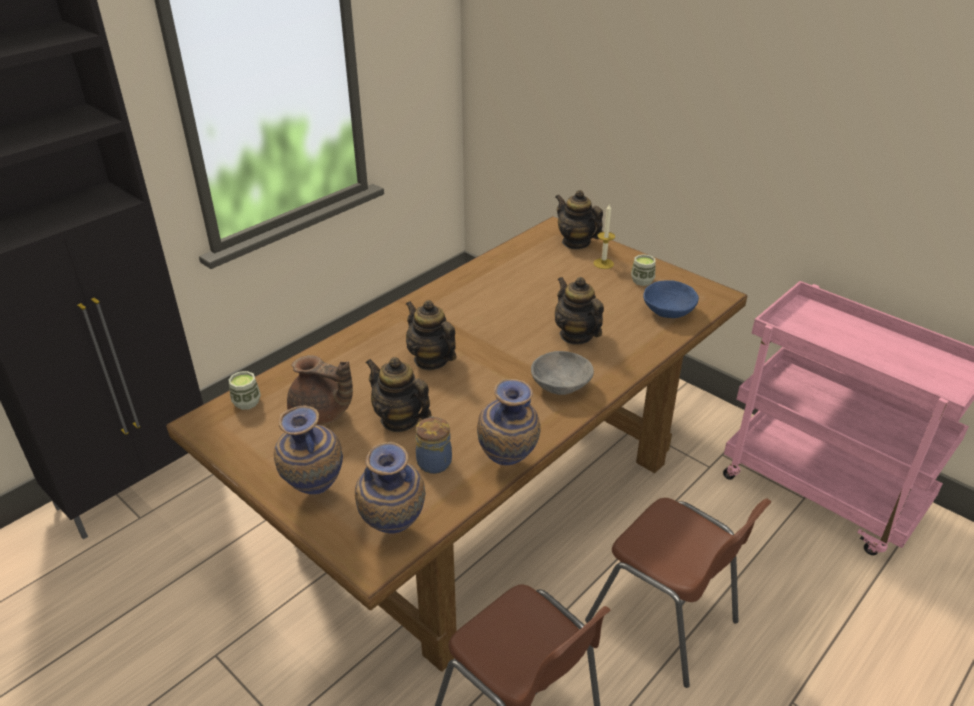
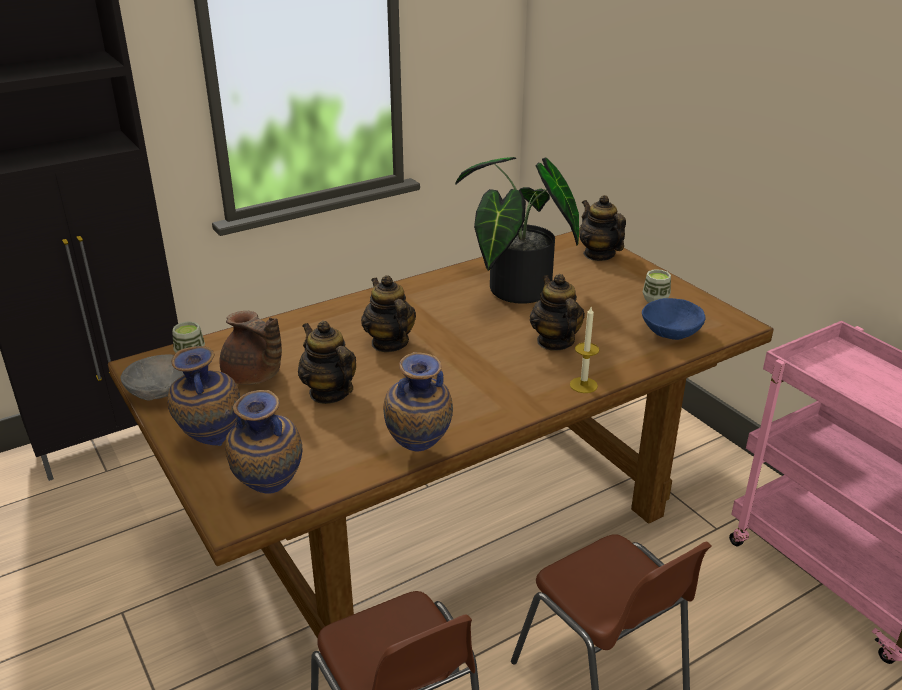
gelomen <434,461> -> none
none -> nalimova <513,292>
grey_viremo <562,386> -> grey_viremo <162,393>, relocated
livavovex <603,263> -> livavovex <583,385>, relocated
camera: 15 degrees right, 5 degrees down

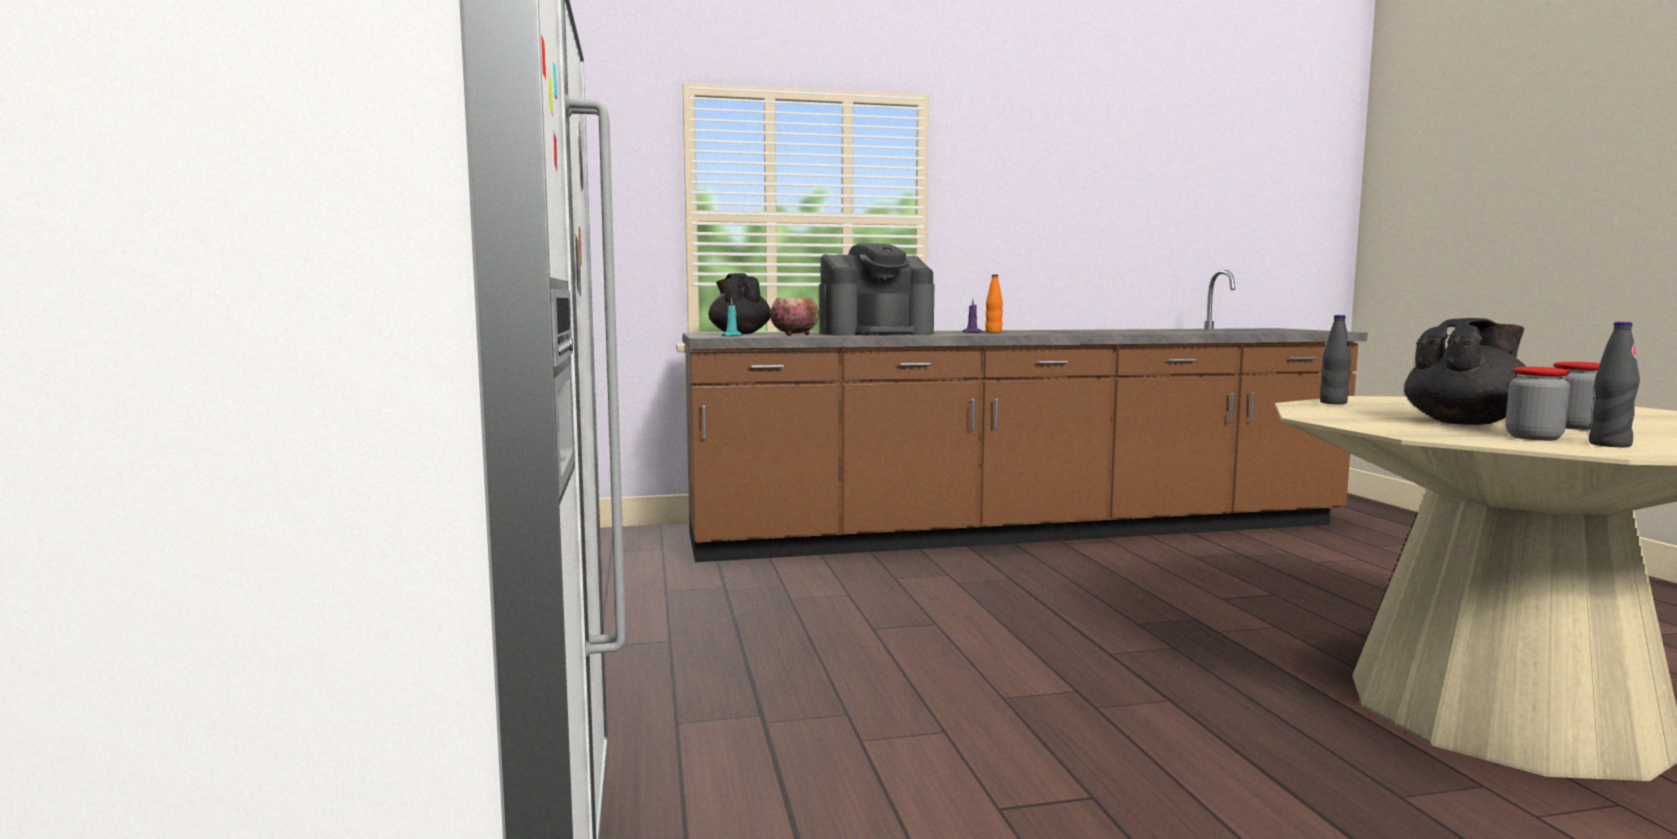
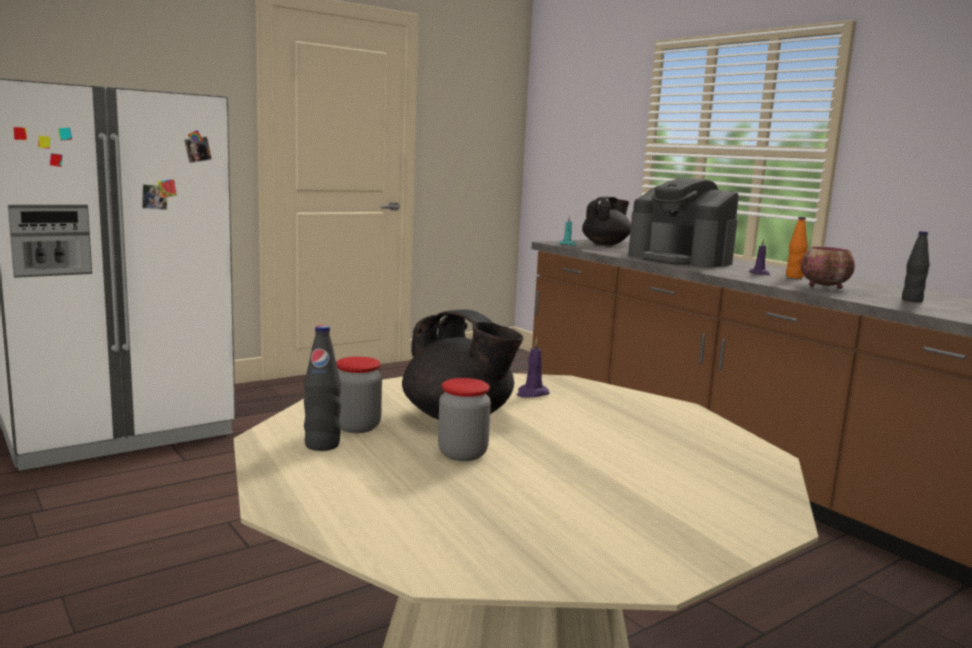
none -> purple_livavovex <531,394>
viremo <795,335> -> viremo <825,287>, relocated
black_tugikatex <1333,403> -> black_tugikatex <912,300>, relocated
camera: 65 degrees right, 5 degrees up

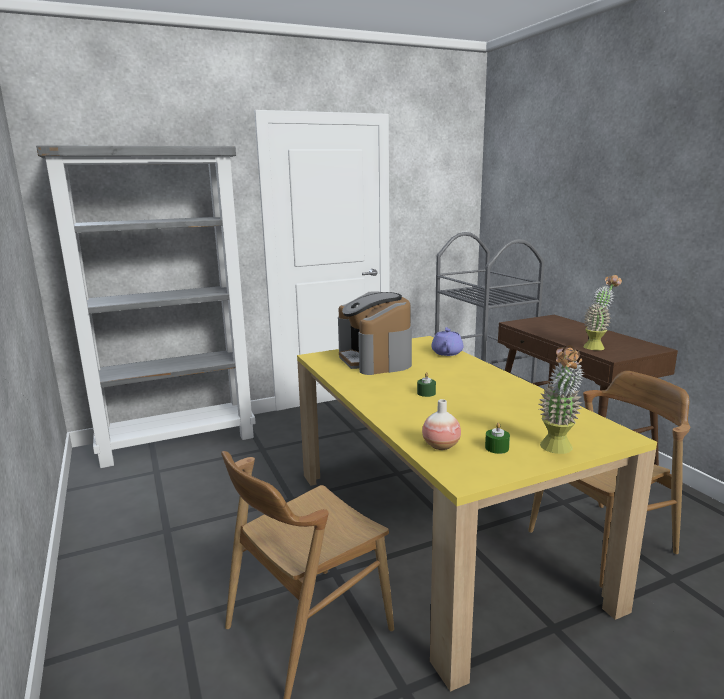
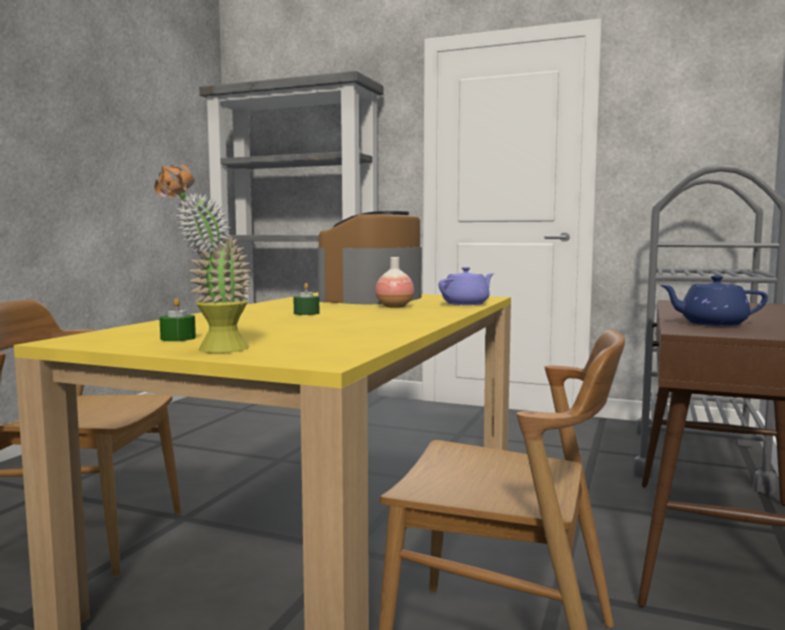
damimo <441,446> -> damimo <394,307>, relocated
nalimova <597,346> -> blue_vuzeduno <711,324>
camera: 45 degrees right, 10 degrees down

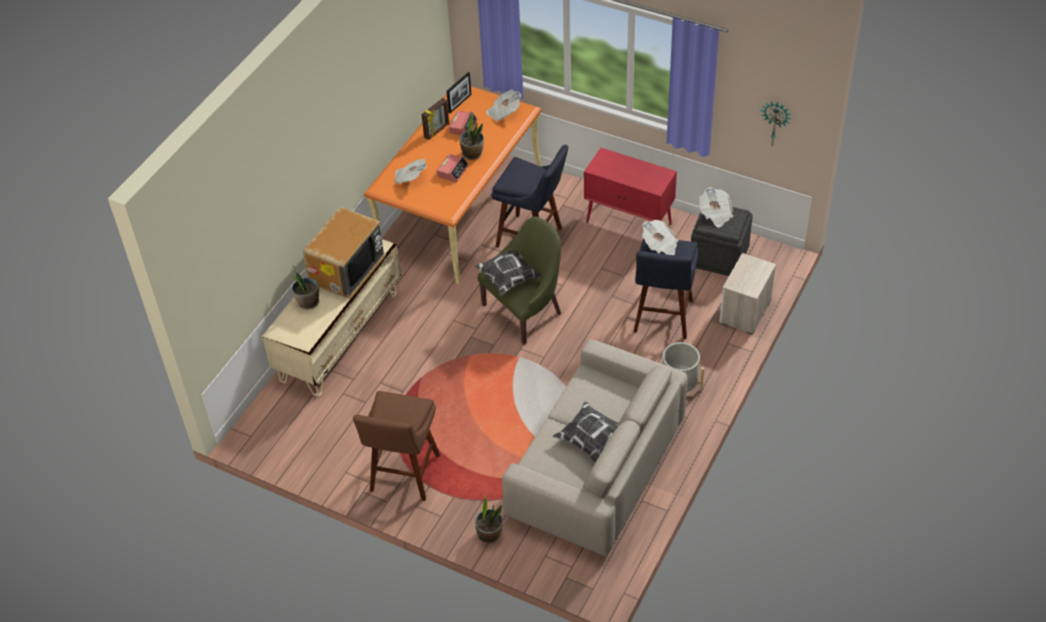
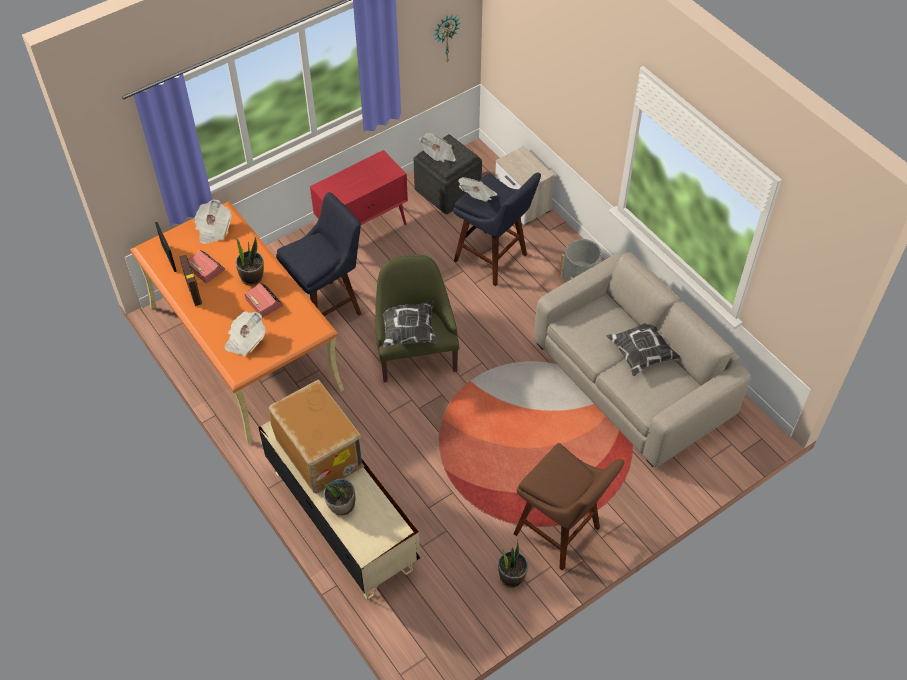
nalimova <489,534> -> nalimova <511,576>, relocated
camera: 65 degrees left, 5 degrees up

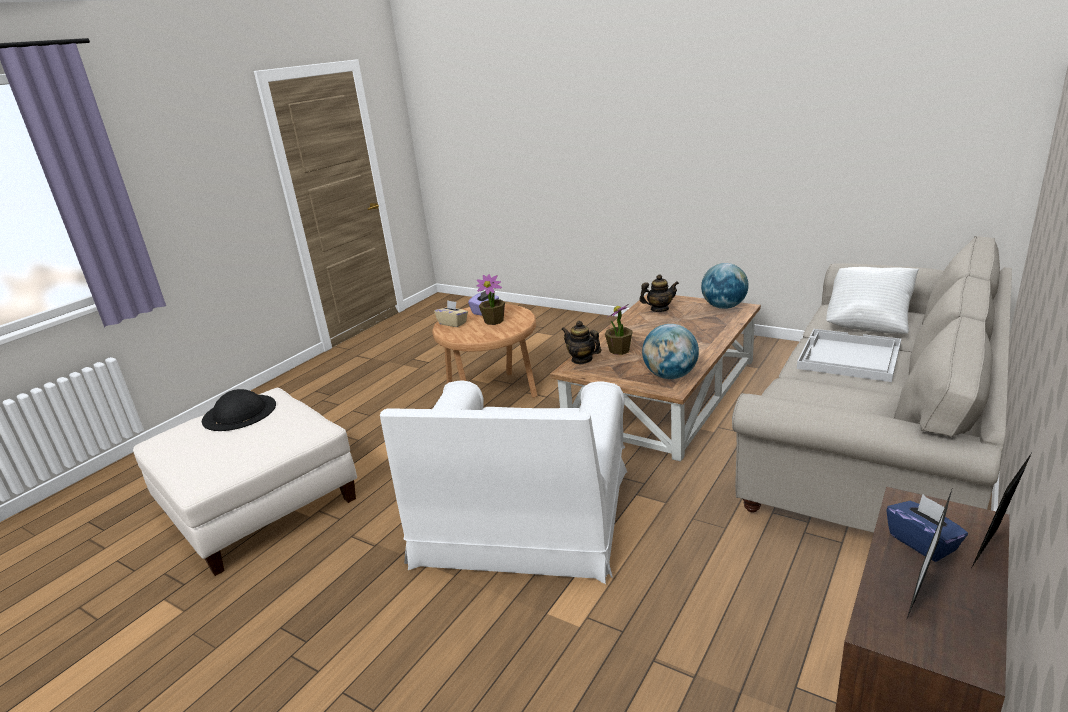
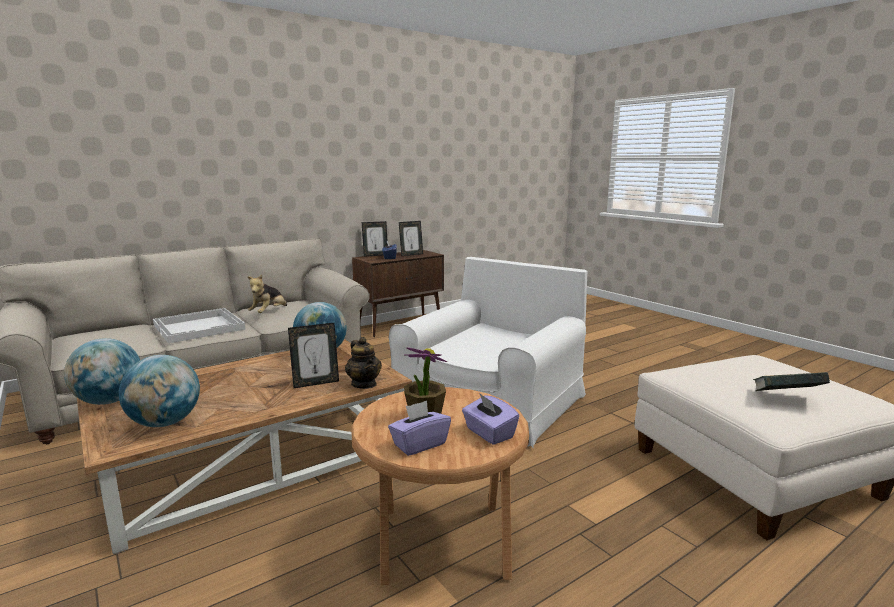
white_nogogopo <868,323> -> none
none -> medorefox <269,313>
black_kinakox <239,412> -> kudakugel <786,398>
nalimova <619,350> -> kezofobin <316,383>
vuzeduno <659,309> -> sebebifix <165,423>
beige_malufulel <453,323> -> purple_malufulel <489,433>
camera: 160 degrees left, 10 degrees down

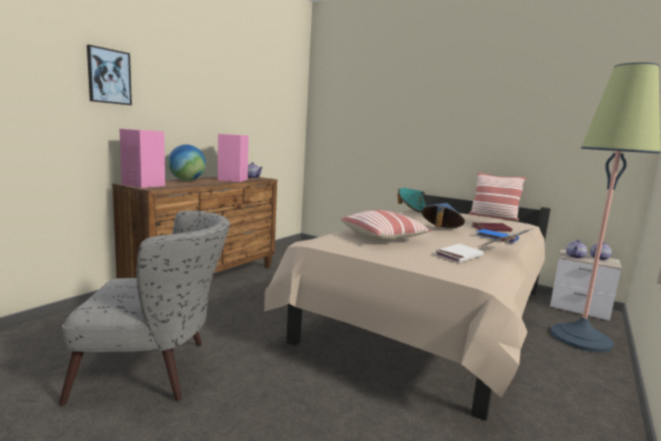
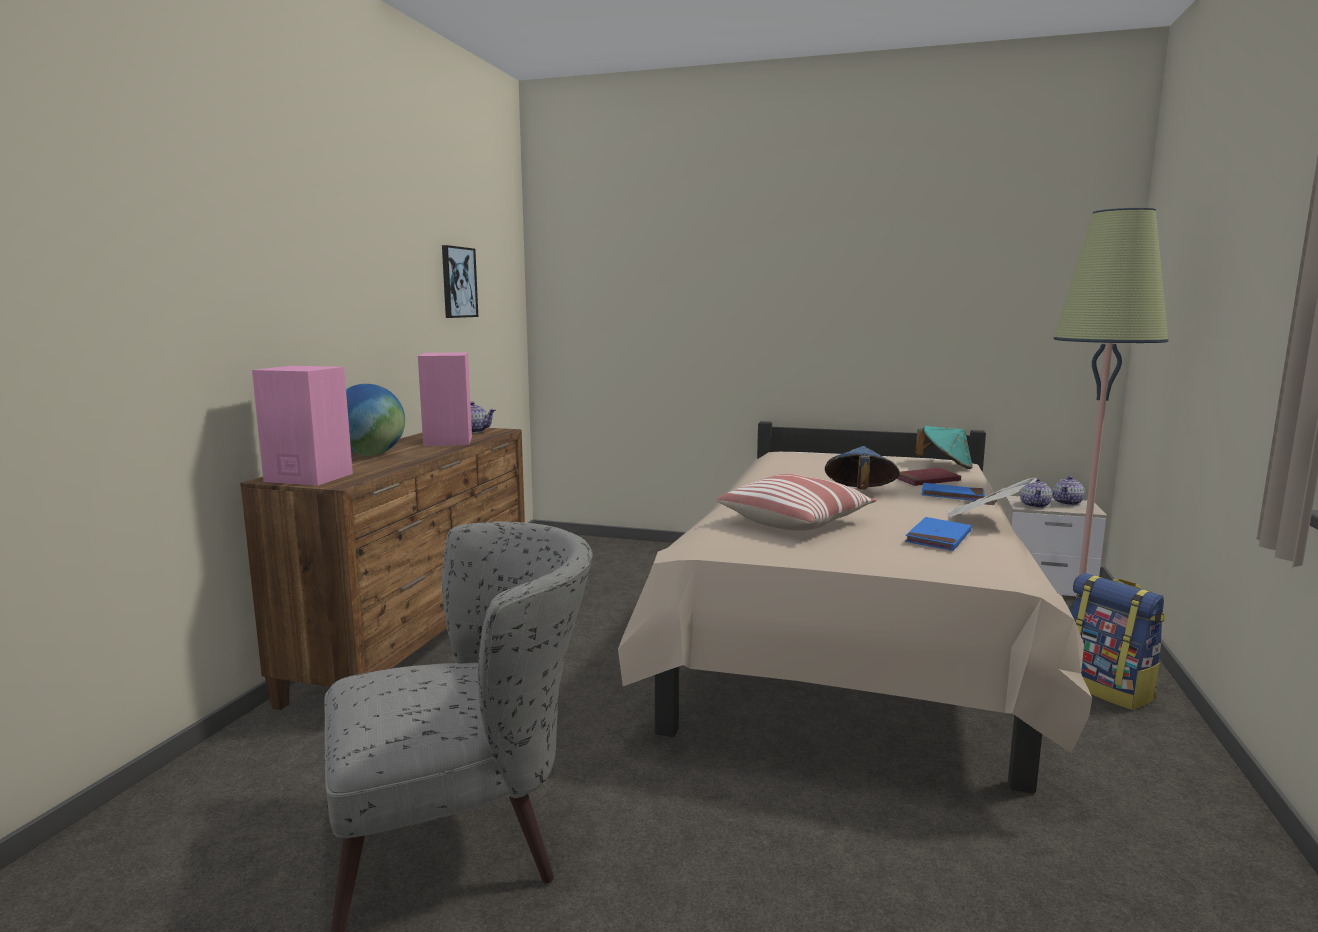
nogogopo <493,217> -> none
none -> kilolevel <1108,690>
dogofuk <109,76> -> dogofuk <458,282>, relocated
turquoise_kinakox <411,210> -> turquoise_kinakox <945,466>, relocated
white_kudakugel <458,255> -> blue_kudakugel <938,538>
camera: 15 degrees left, 0 degrees up

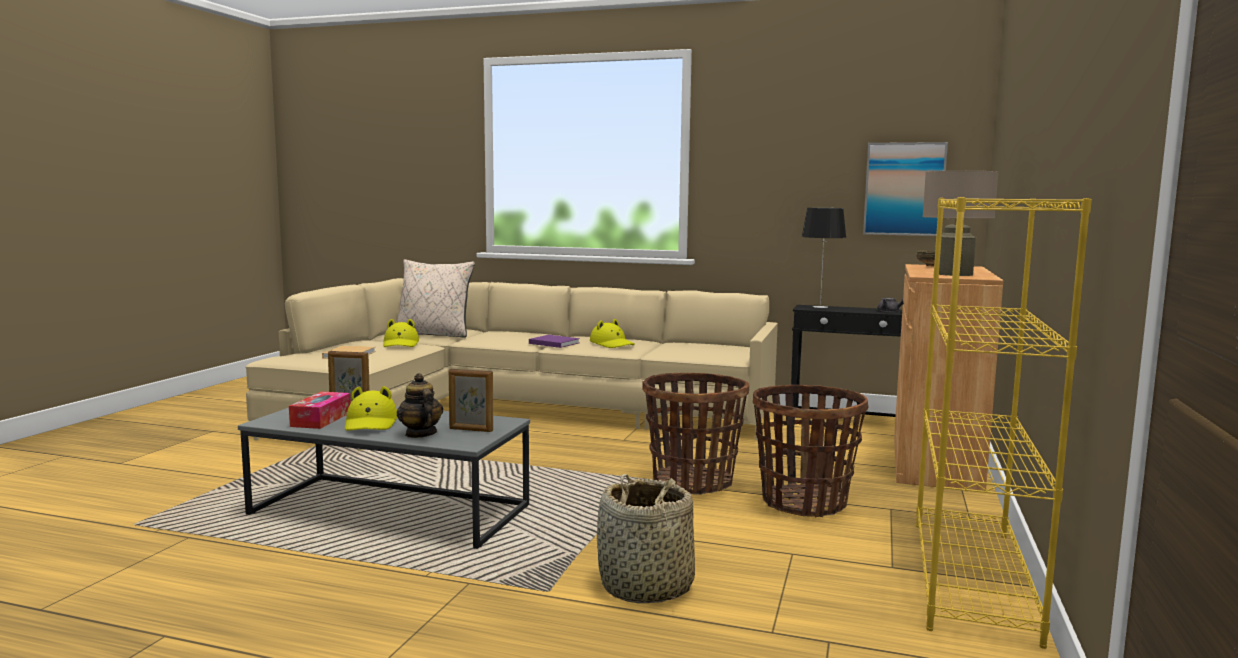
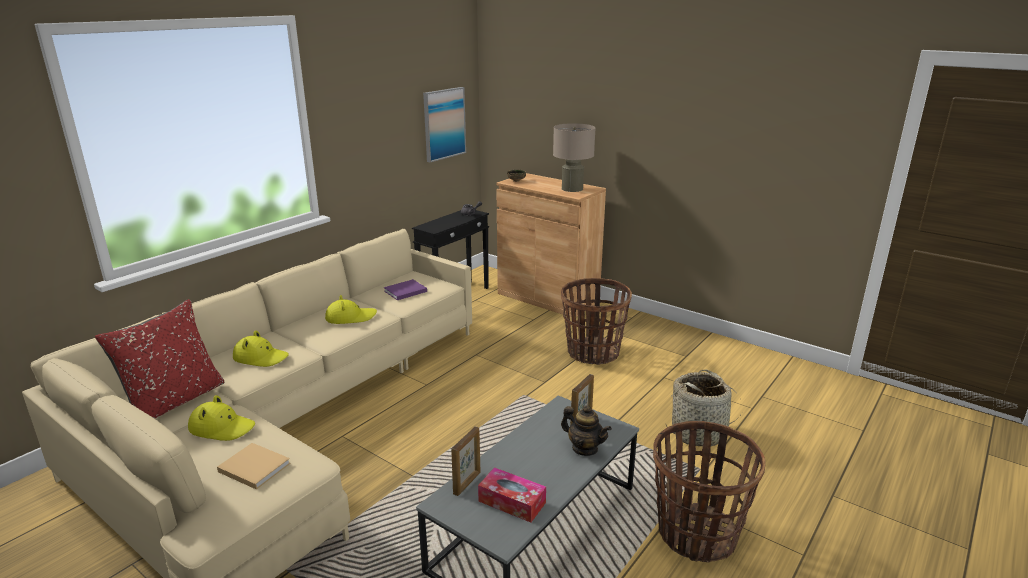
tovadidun <819,307> -> none
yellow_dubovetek <972,578> -> none
yellow_kinakox <371,423> -> yellow_kinakox <261,357>, relocated
purple_kudakugel <553,343> -> purple_kudakugel <404,291>, relocated
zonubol <693,483> -> zonubol <696,534>, relocated
beige_nogogopo <434,334> -> red_nogogopo <175,401>
vuzeduno <420,434> -> vuzeduno <584,448>, 135 degrees counterclockwise
camera: 70 degrees left, 15 degrees up

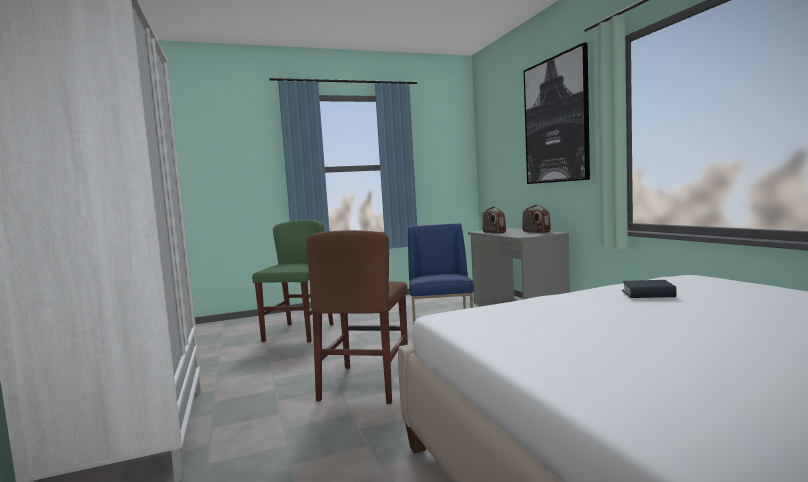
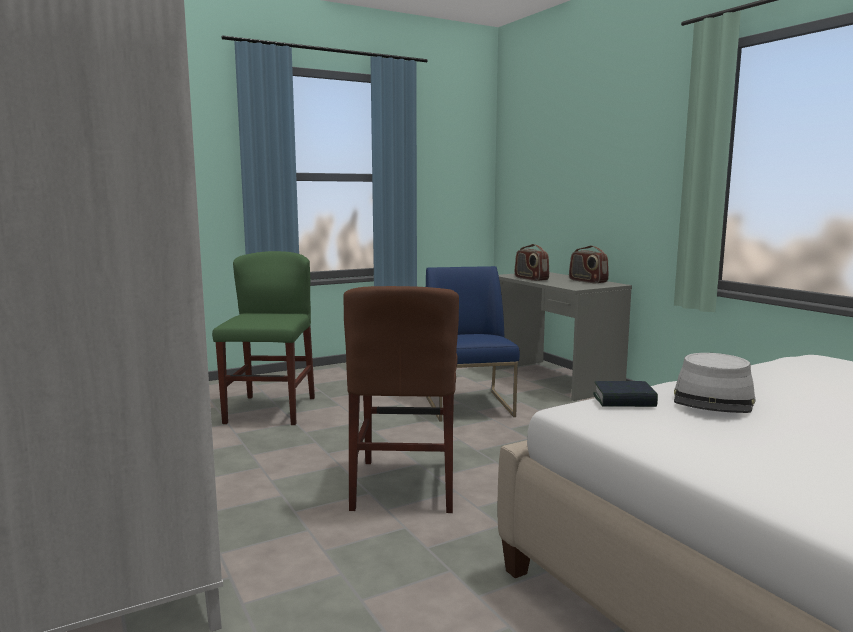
dogofuk <556,120> -> none
none -> grey_kinakox <713,400>
kudakugel <648,294> -> kudakugel <624,400>, relocated
camera: 10 degrees left, 5 degrees up

